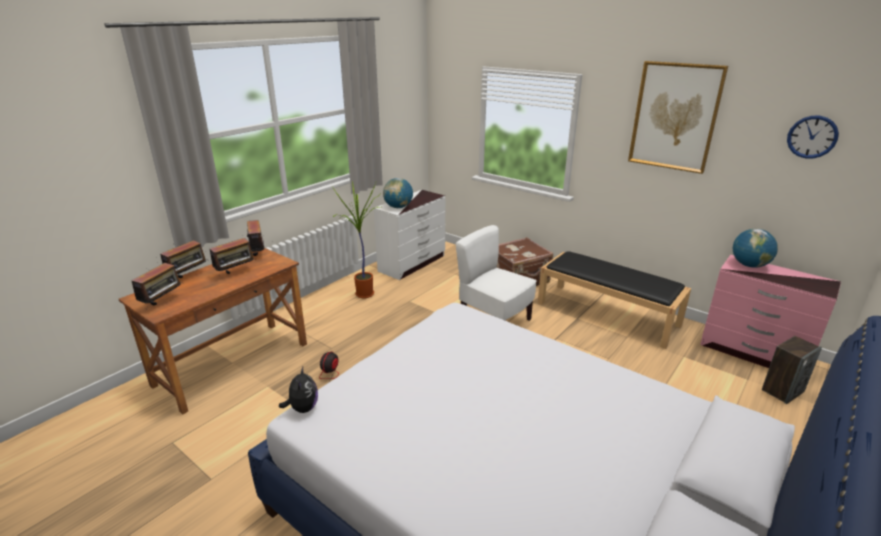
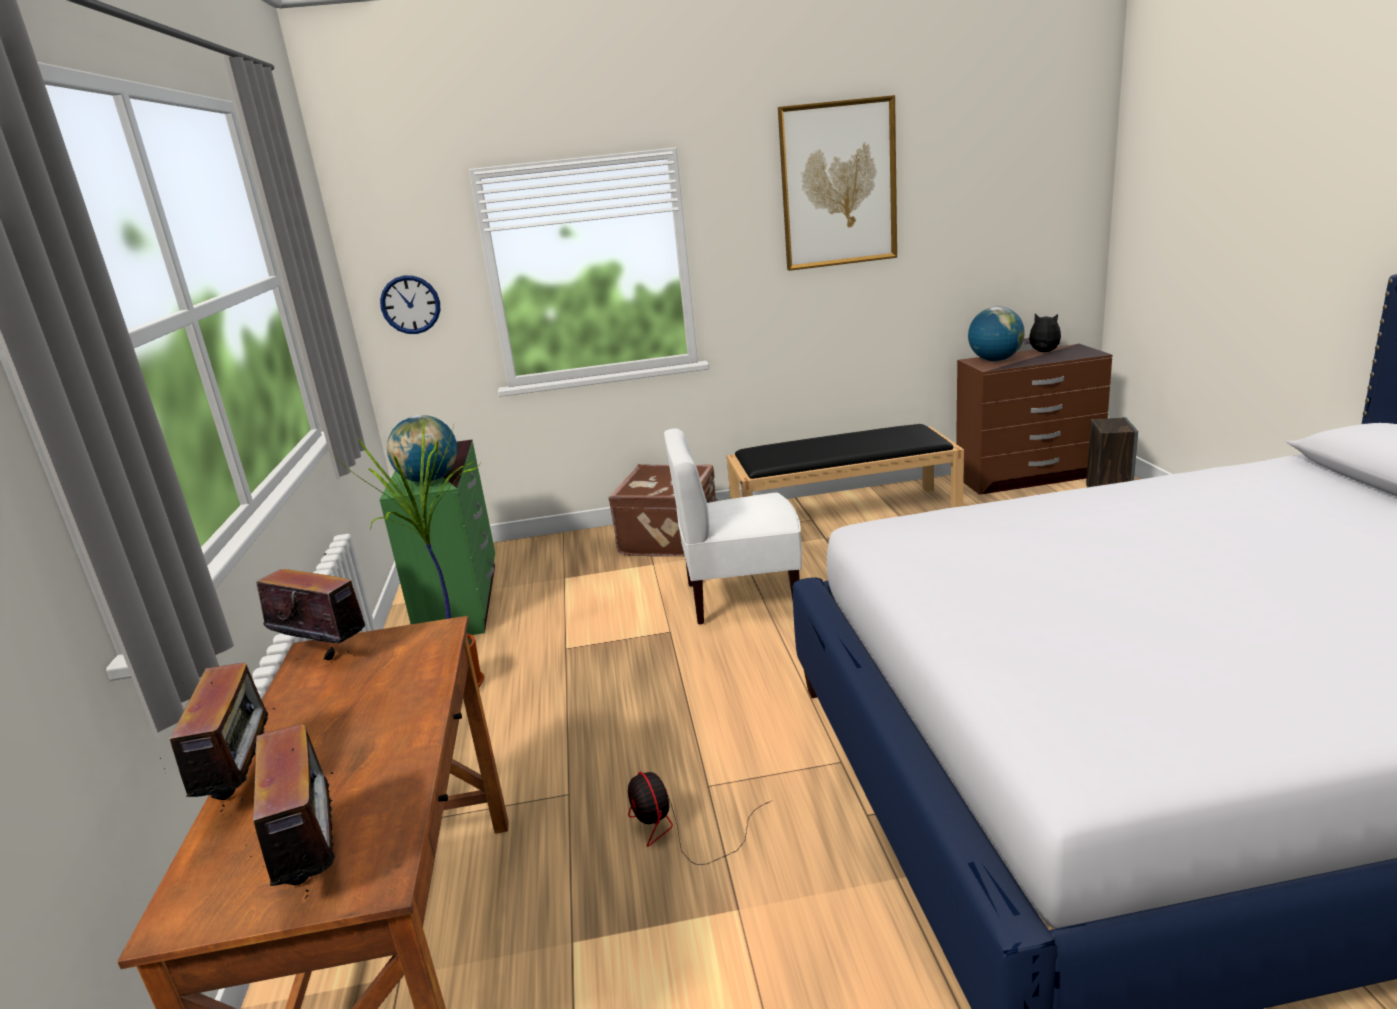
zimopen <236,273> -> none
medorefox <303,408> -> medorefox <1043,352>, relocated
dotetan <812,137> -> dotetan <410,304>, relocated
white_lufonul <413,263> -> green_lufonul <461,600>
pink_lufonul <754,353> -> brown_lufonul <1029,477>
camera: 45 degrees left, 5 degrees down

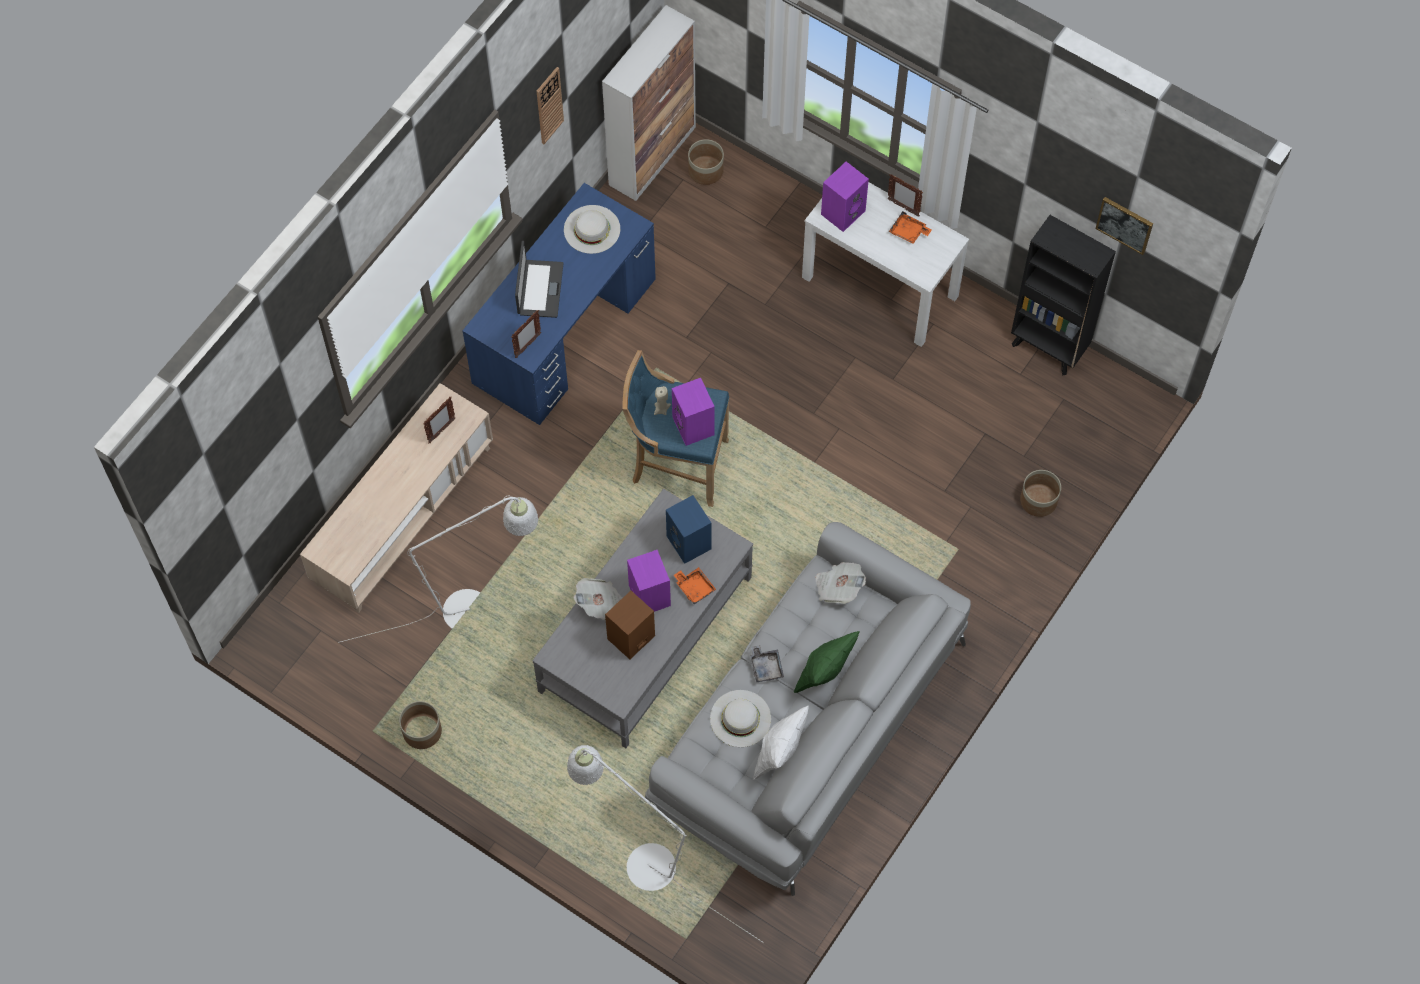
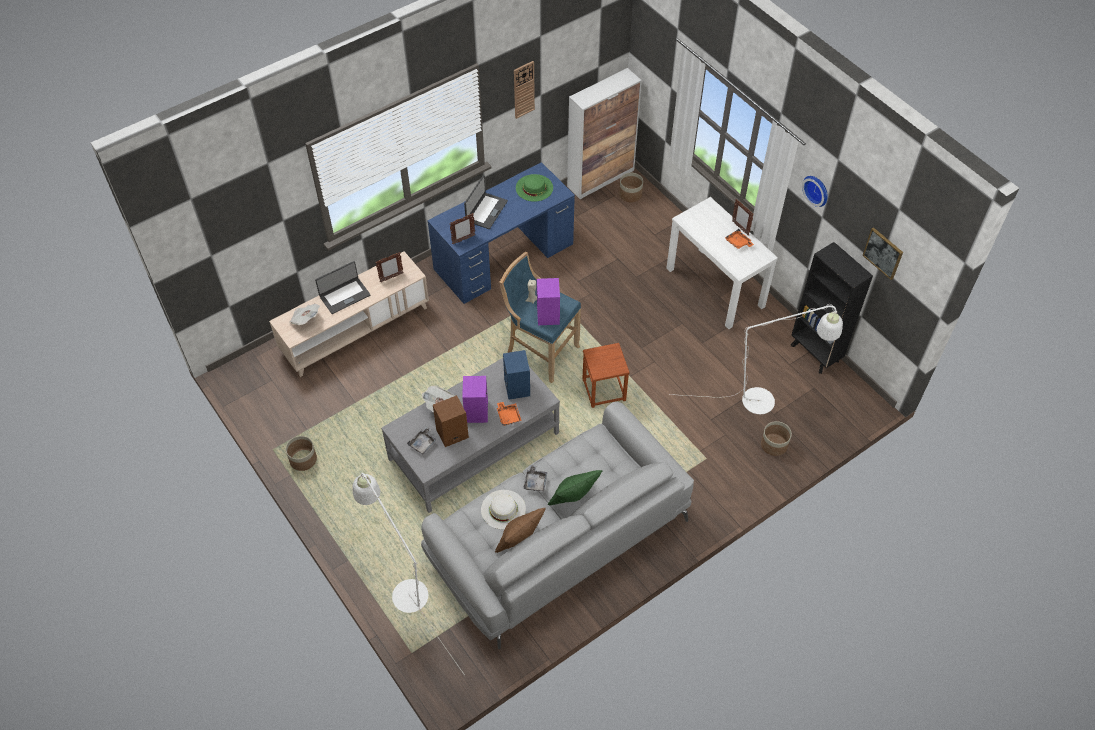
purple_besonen <843,211> -> none
none -> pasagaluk <344,295>
none -> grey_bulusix <423,443>
none -> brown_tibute <604,390>
none -> dotetan <817,189>
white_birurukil <479,607> -> white_birurukil <767,401>, relocated
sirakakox <838,587> -> sirakakox <305,319>, relocated
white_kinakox <592,229> -> green_kinakox <534,188>
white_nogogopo <780,754> -> brown_nogogopo <520,541>
camera: 20 degrees right, 10 degrees down

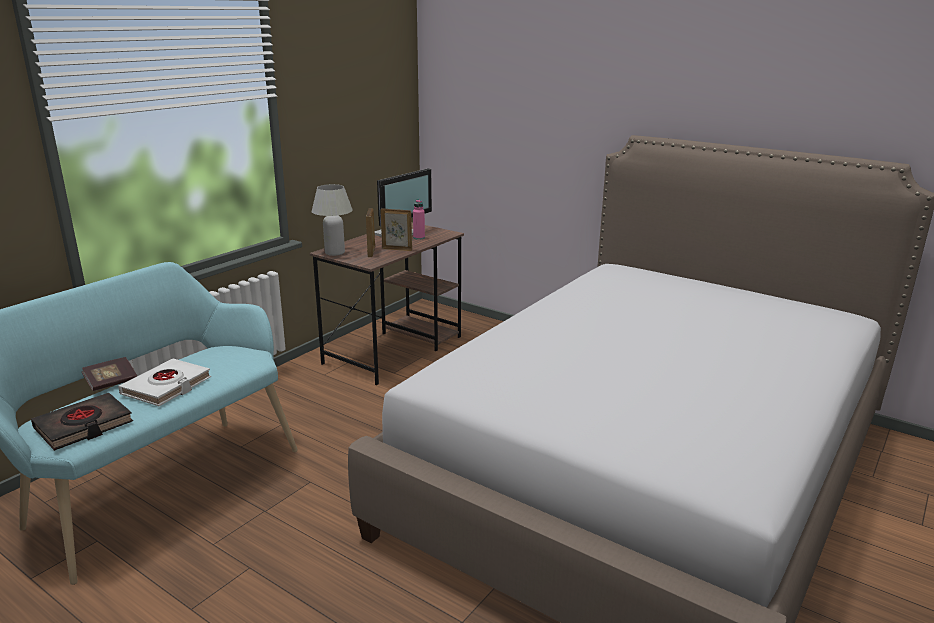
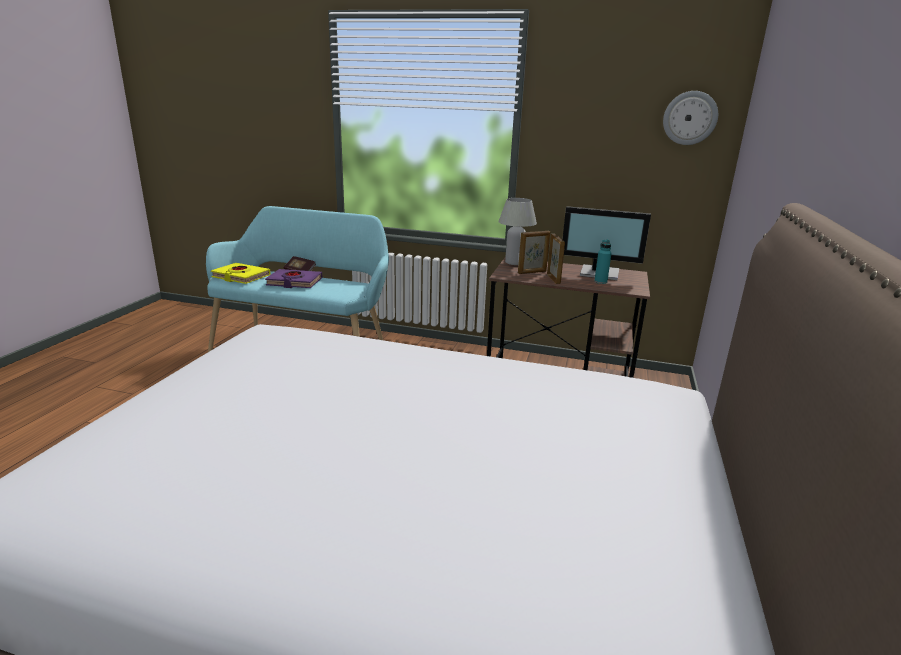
none -> dotetan <690,118>
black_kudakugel <84,426> -> yellow_kudakugel <241,277>
white_kudakugel <167,387> -> purple_kudakugel <294,282>
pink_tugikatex <419,238> -> turquoise_tugikatex <600,282>
camera: 70 degrees right, 0 degrees up

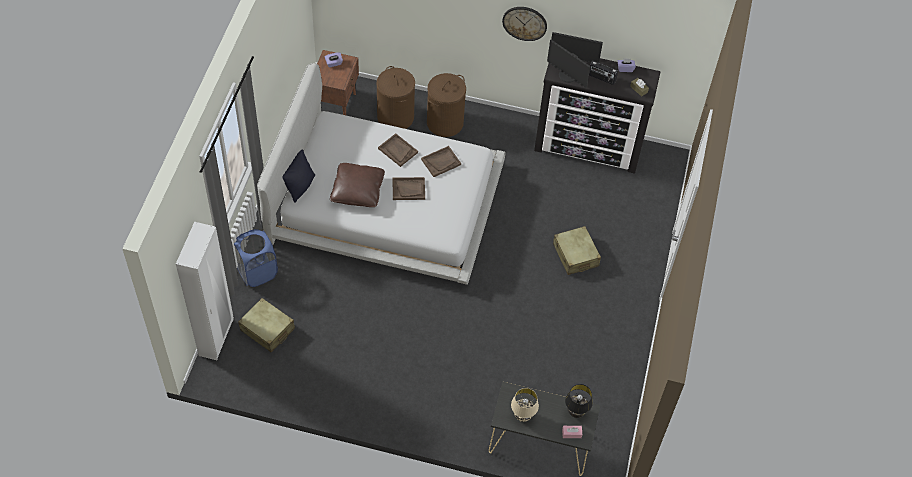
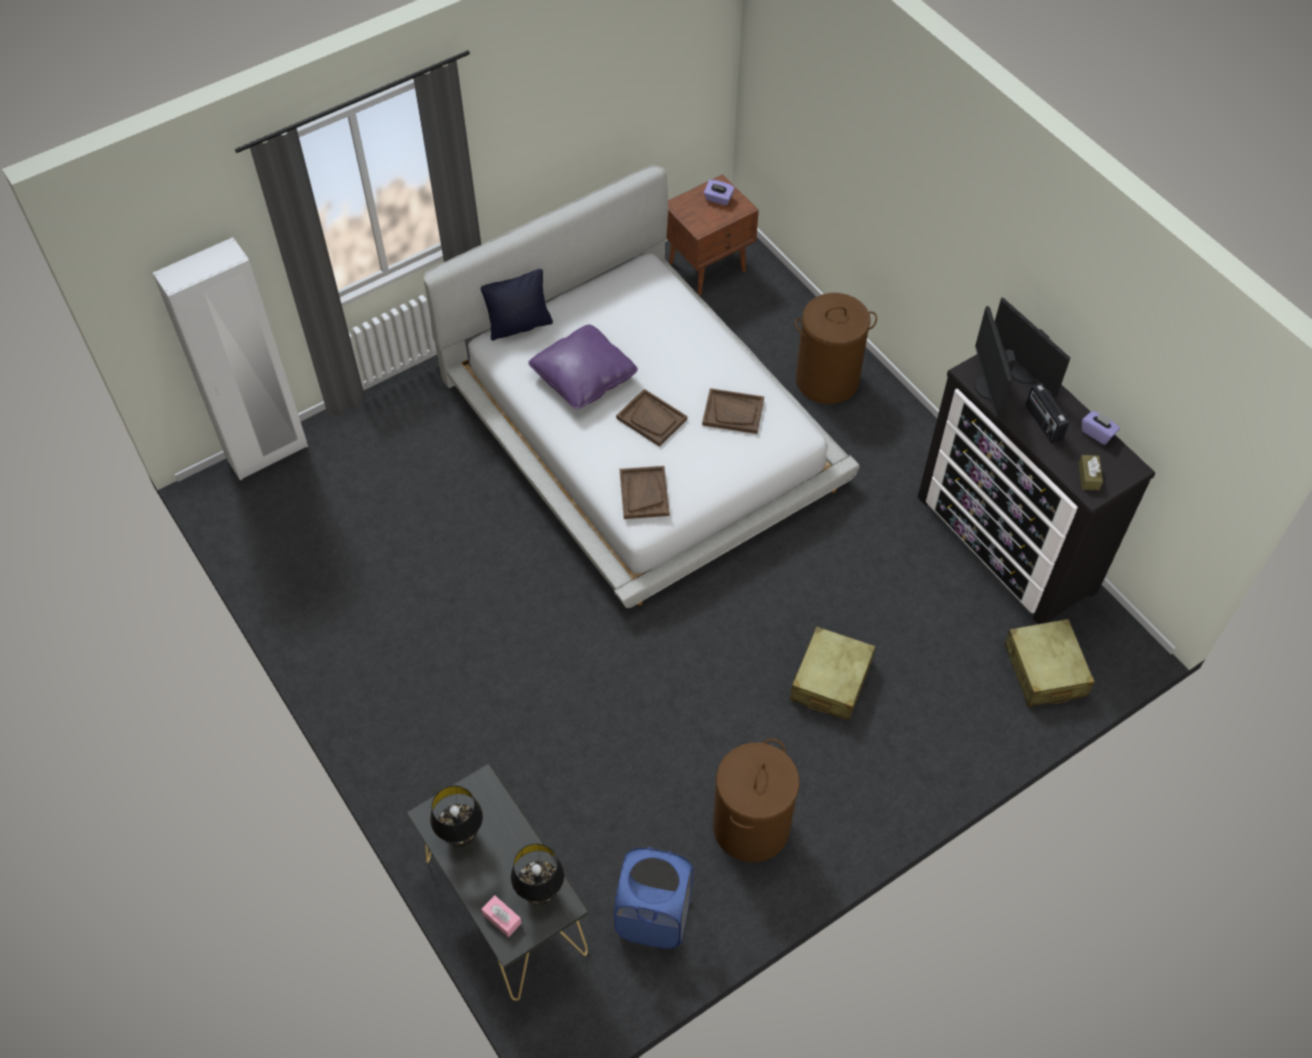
dotetan <524,23> -> none
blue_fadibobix <257,272> -> blue_fadibobix <654,917>, relocated
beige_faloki <267,329> -> beige_faloki <1045,671>, relocated
brown_fadibobix <395,117> -> brown_fadibobix <751,827>, relocated
brown_bulusix <397,150> -> brown_bulusix <644,493>, relocated
brown_nogogopo <357,191> -> purple_nogogopo <584,377>
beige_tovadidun <522,416> -> black_tovadidun <461,835>
camera: 45 degrees right, 0 degrees up

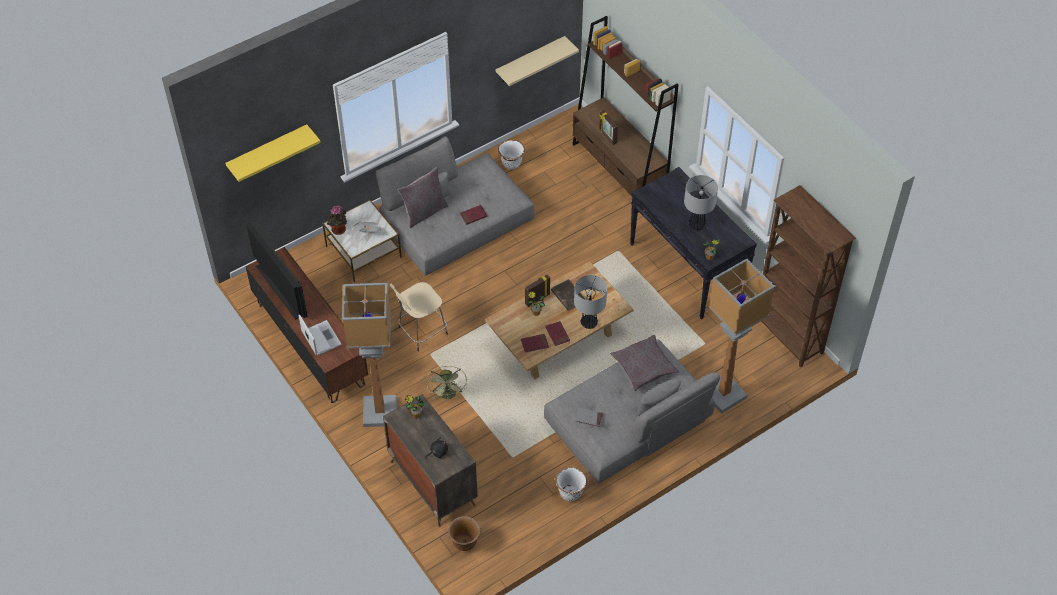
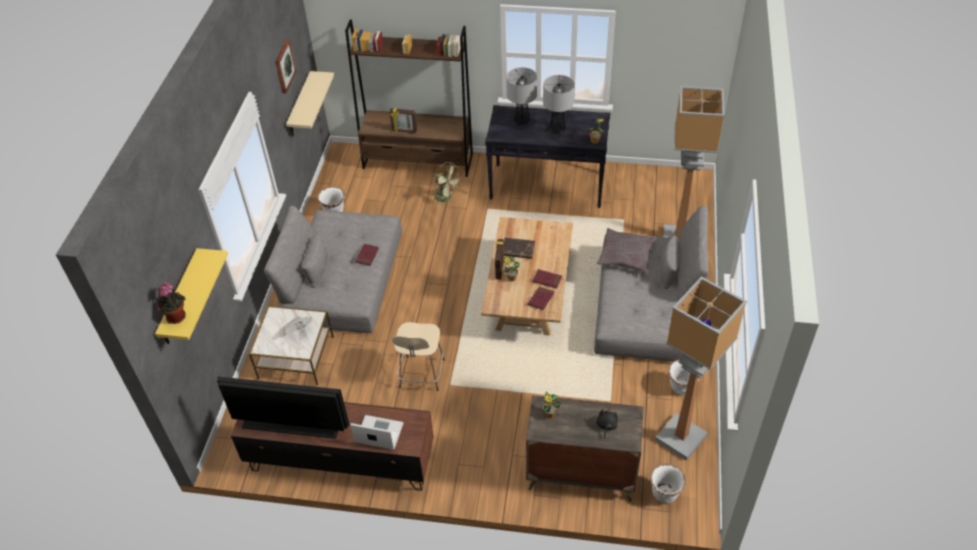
grey_nogogopo <424,212> -> none
grey_kudakugel <589,418> -> none
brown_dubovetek <788,337> -> none
none -> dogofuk <284,66>
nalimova <339,231> -> nalimova <178,317>, relocated
birurukil <379,413> -> birurukil <681,439>, relocated
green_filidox <448,395> -> green_filidox <446,198>, relocated
tovadidun <588,323> -> tovadidun <522,121>, relocated
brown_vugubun <465,542> -> white_vugubun <664,493>
camera: 45 degrees left, 5 degrees down

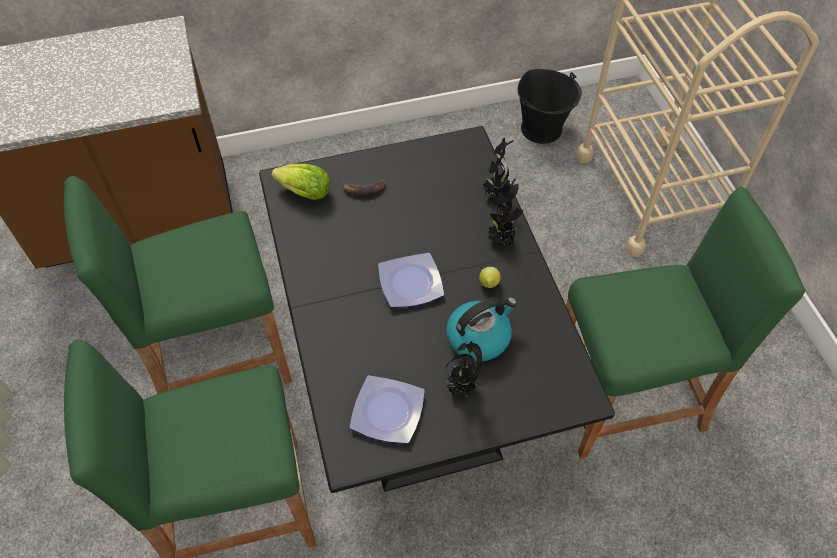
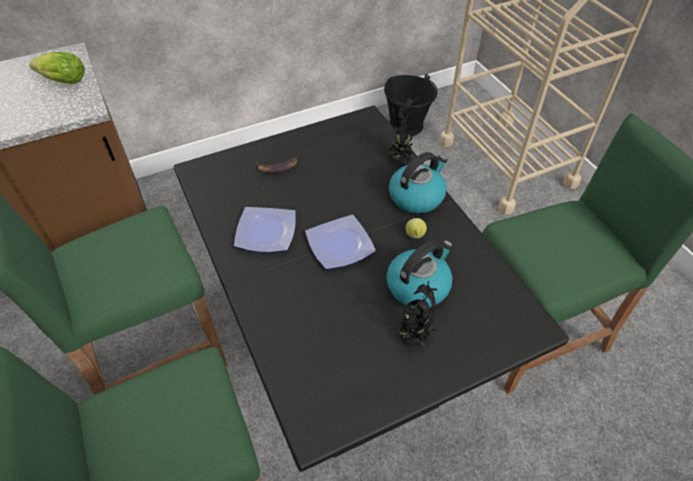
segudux <302,192> -> segudux <62,81>, relocated
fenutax <387,410> -> fenutax <265,231>, relocated
nalimova <501,241> -> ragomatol <416,196>
camera: 10 degrees left, 5 degrees down

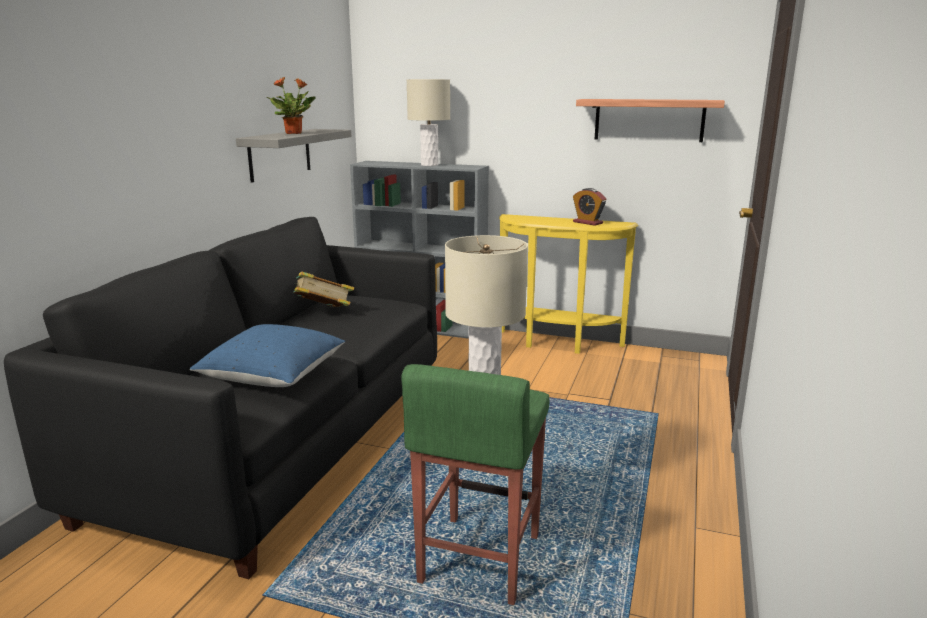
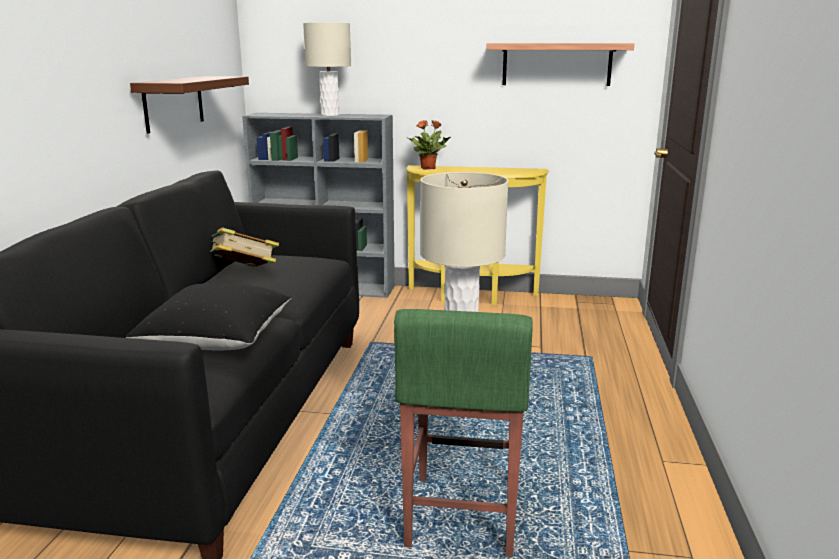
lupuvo <587,222> -> none
nalimova <294,133> -> nalimova <428,168>, relocated
blue_nogogopo <273,376> -> black_nogogopo <217,340>
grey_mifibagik <280,154> -> brown_mifibagik <174,103>
camera: 10 degrees left, 0 degrees up

